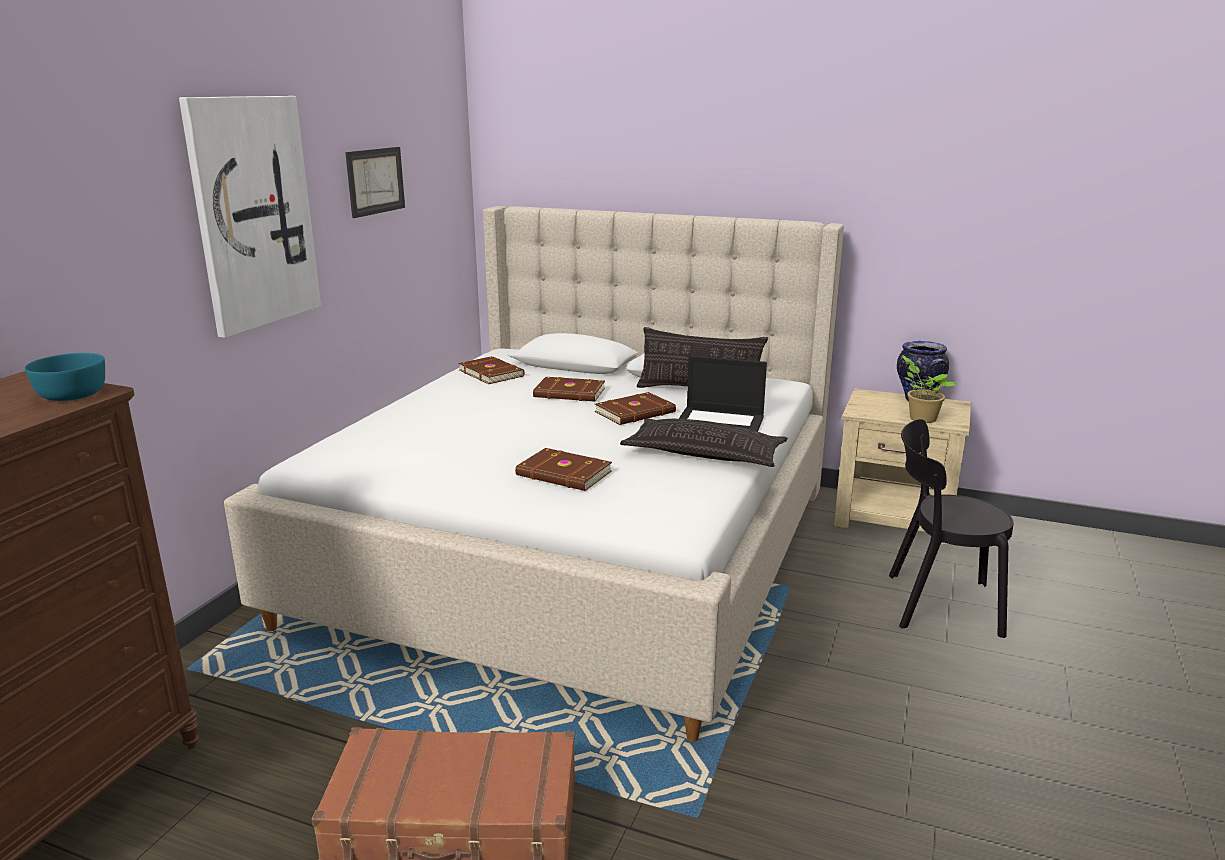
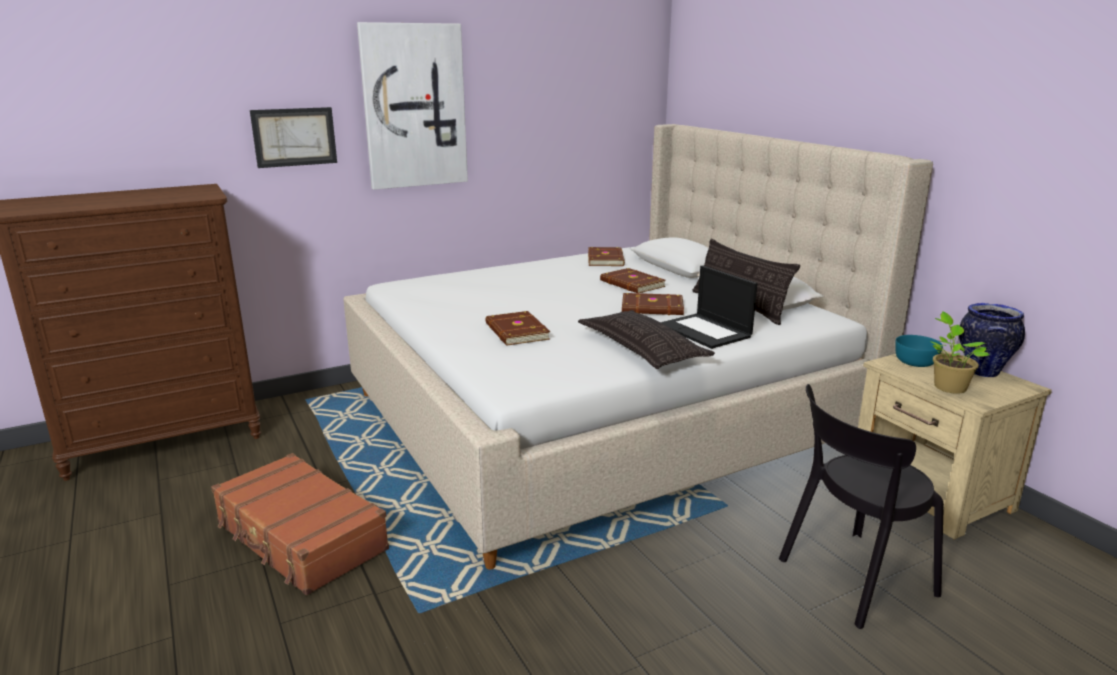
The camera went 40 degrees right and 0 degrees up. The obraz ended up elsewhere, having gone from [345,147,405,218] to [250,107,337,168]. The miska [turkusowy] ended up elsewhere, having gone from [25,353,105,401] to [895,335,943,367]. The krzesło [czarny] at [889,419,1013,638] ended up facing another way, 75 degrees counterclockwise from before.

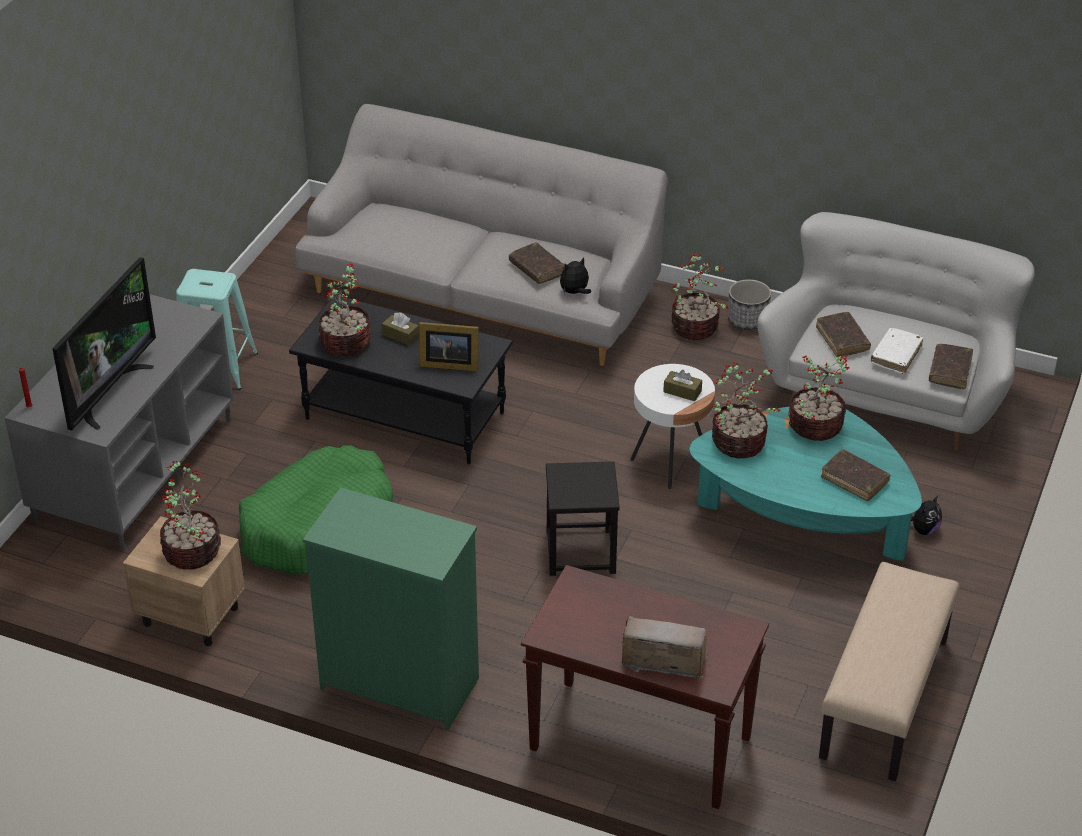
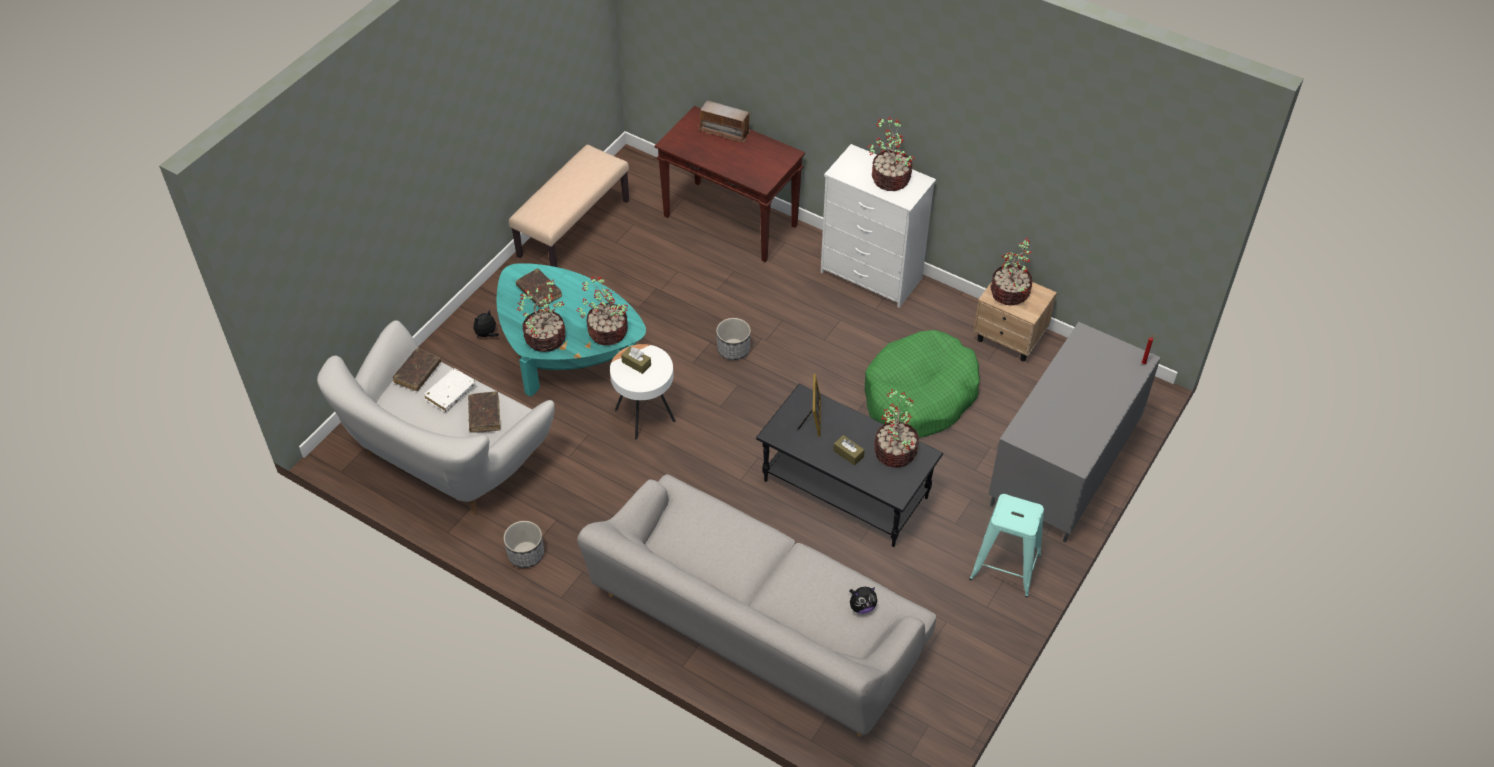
The camera went 170 degrees left and 10 degrees up. The second view lost the książka [brązowy] at [509,242,565,284]. The roślina doniczkowa ended up elsewhere, having gone from [671,253,730,340] to [868,117,915,191]. The second view lost the telewizor at [52,257,156,430]. The pluszak ended up elsewhere, having gone from [560,257,591,294] to [850,587,877,614]. The ramka na zdjęcie at [419,322,479,372] ended up facing another way, 75 degrees clockwise from before. Where the stołek [czarny] stood at [546,461,619,576], the donica came to stand at [716,318,751,360]. What was the komoda [zielony] at [303,487,479,730] turned into the komoda [biały] at [821,144,936,308].

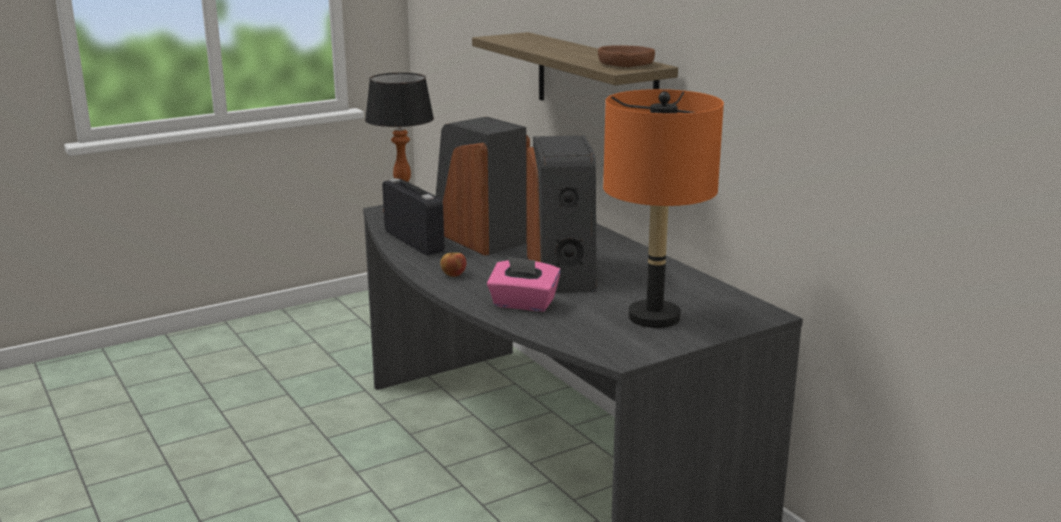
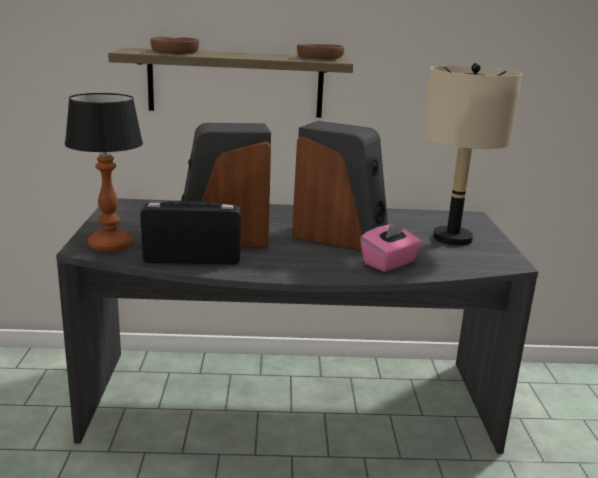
The camera went 60 degrees left and 0 degrees up. What was the lampa stołowa [pomarańczowy] at [603,89,724,328] turned into the lampa stołowa [beżowy] at [423,63,522,246]. The second view lost the jabłko at [440,252,466,277]. The second view gained the miska [brązowy] at [150,37,199,54].

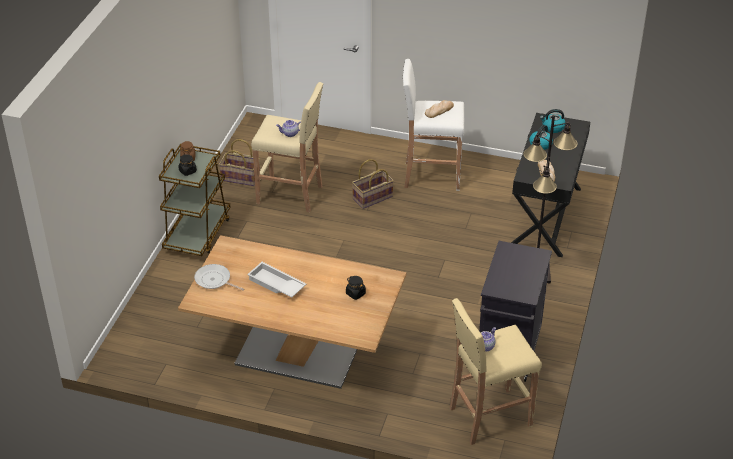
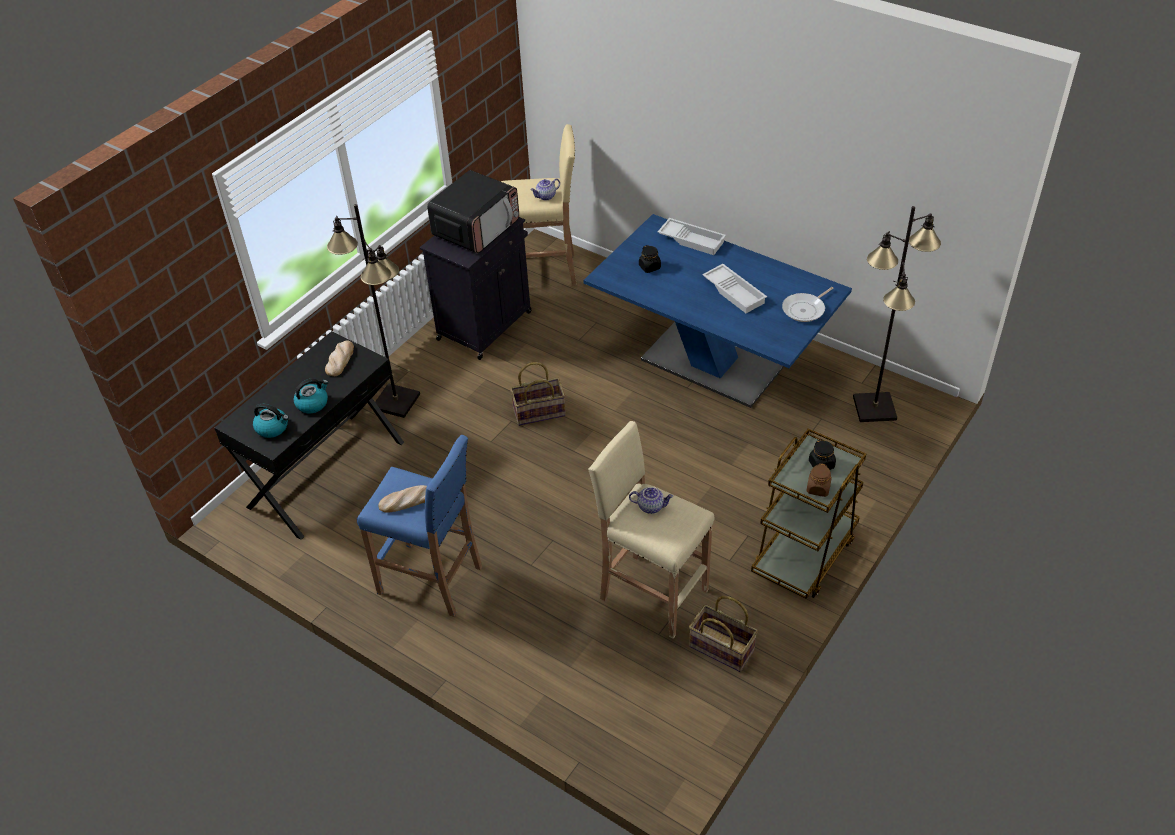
The camera went 160 degrees left and 5 degrees up. What was the stołek [biały] at [403,59,464,191] turned into the stołek [niebieski] at [357,435,482,617]. The koszyk ended up elsewhere, having gone from [352,159,394,209] to [510,362,566,426]. What was the stół jadalny [brązowy] at [178,235,407,389] turned into the stół jadalny [niebieski] at [583,214,852,408]. The patelnia at [194,264,244,291] ended up facing another way, 90 degrees clockwise from before. The second view gained the mikrofalówka at [427,170,519,253]. The second view gained the lampa stojąca [czarny] at [853,206,941,422]. The second view gained the taca [biały] at [658,218,726,255].

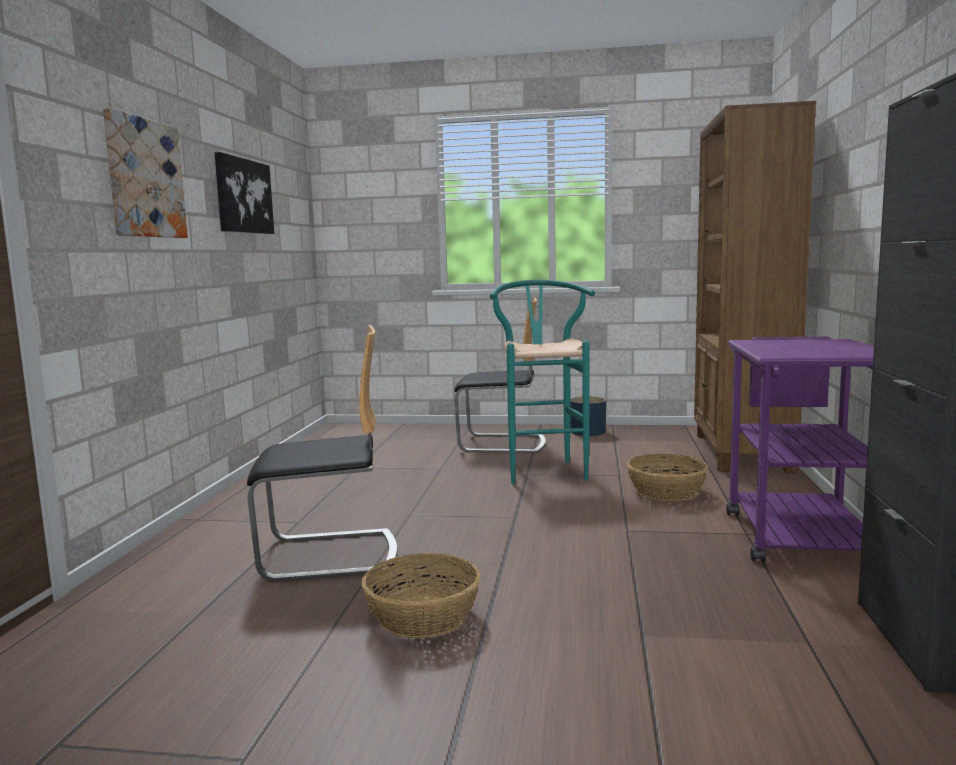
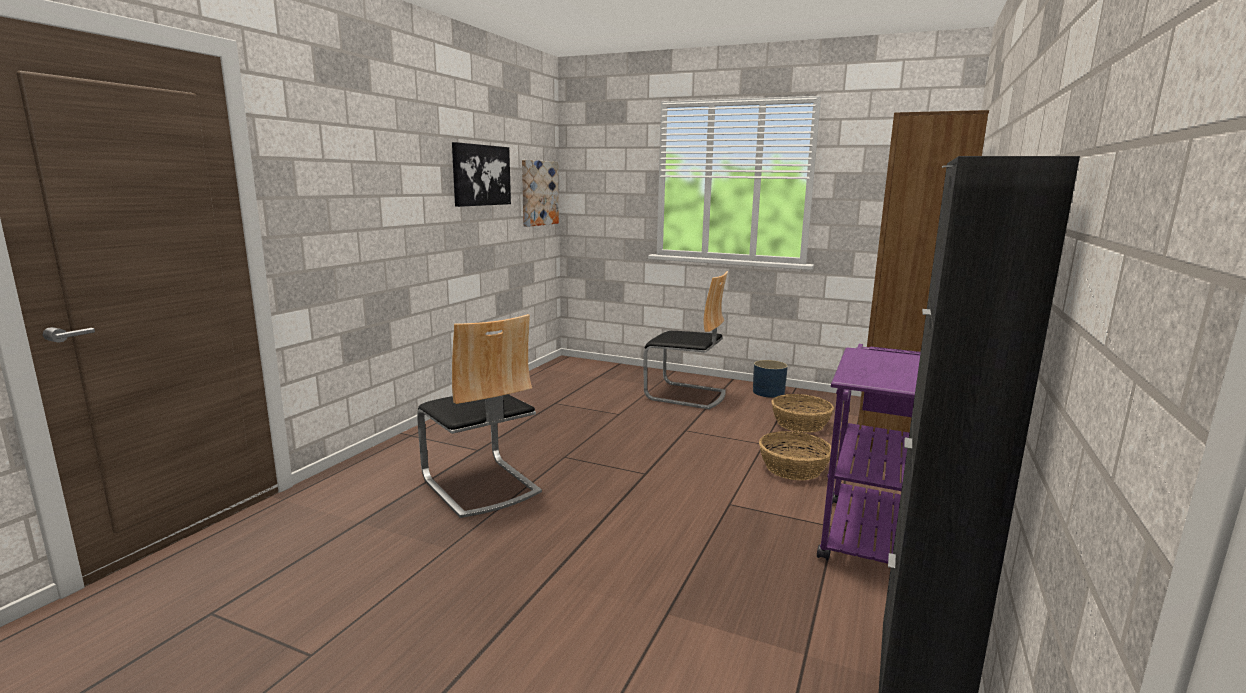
The camera went 15 degrees right and 5 degrees up. The obraz ended up elsewhere, having gone from [103,108,188,238] to [522,160,559,227]. The second view lost the stołek [turkusowy] at [490,280,595,484]. The krzesło at [247,325,397,582] ended up facing another way, 45 degrees clockwise from before. The koszyk ended up elsewhere, having gone from [361,553,481,638] to [771,394,834,433].

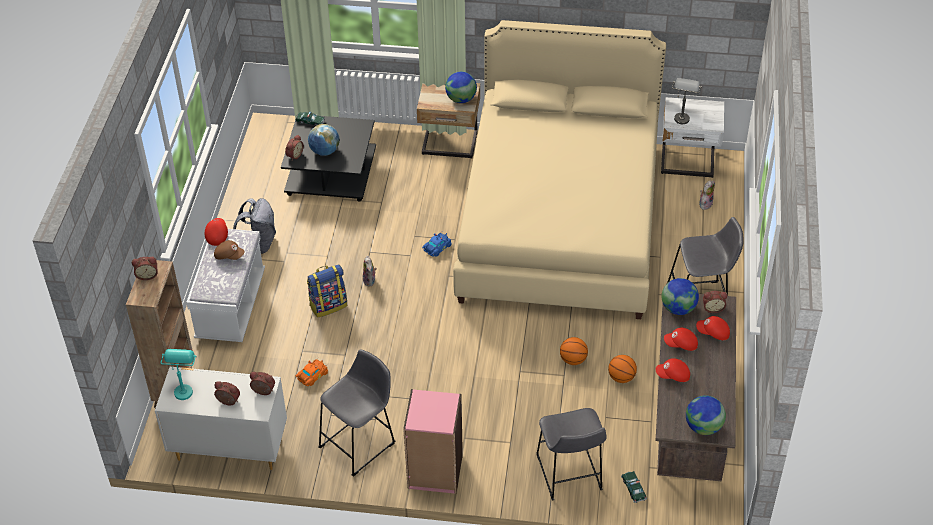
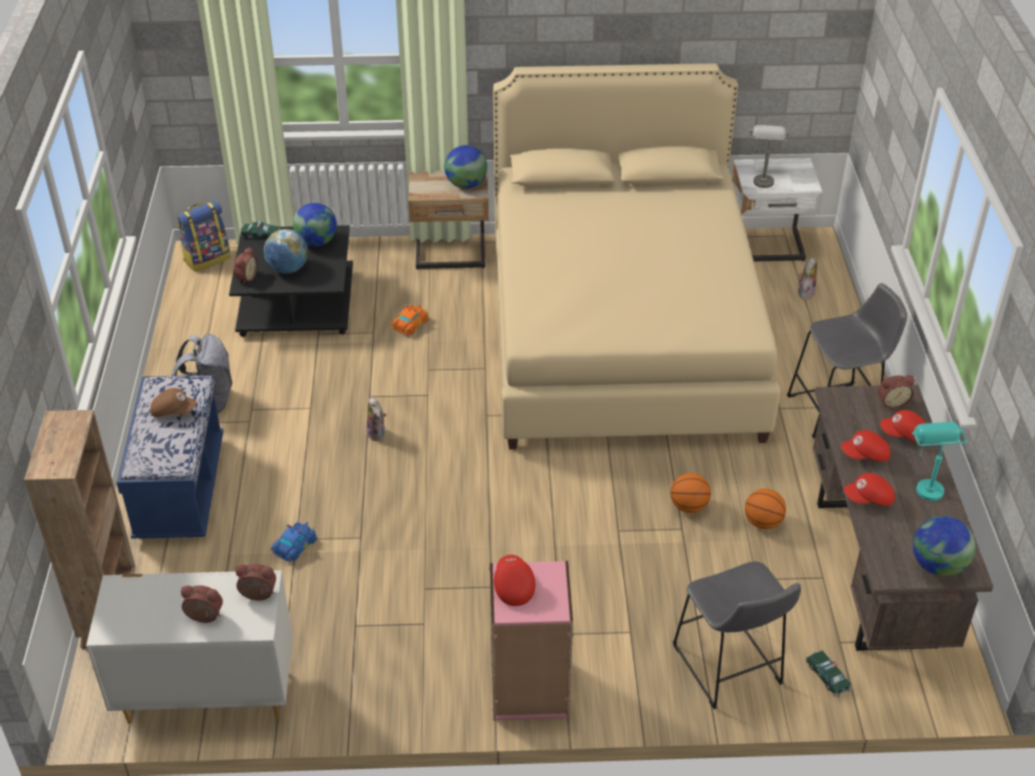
The camera went 10 degrees left and 5 degrees down. The czapka z daszkiem [czerwony] ended up elsewhere, having gone from [205,218,228,246] to [494,555,536,606]. What was the ławka [biały] at [186,229,265,342] turned into the ławka [niebieski] at [116,375,224,539]. The samochodzik [niebieski] ended up elsewhere, having gone from [422,231,451,257] to [270,519,317,562]. The second view lost the budzik at [132,257,157,280]. The plecak ended up elsewhere, having gone from [307,264,347,318] to [177,201,231,272]. The globus ended up elsewhere, having gone from [662,278,699,315] to [293,203,337,247]. The lampa stołowa [turkusowy] ended up elsewhere, having gone from [160,349,197,400] to [912,422,967,501]. The second view lost the stołek [szary] at [318,350,395,477]. The samochodzik [pomarańczowy] ended up elsewhere, having gone from [296,358,328,386] to [391,304,428,335].

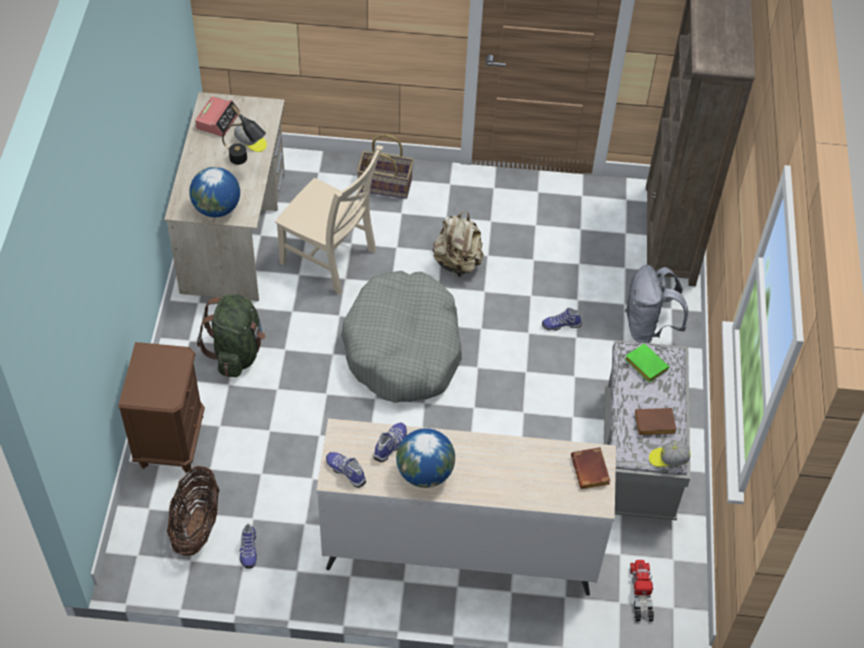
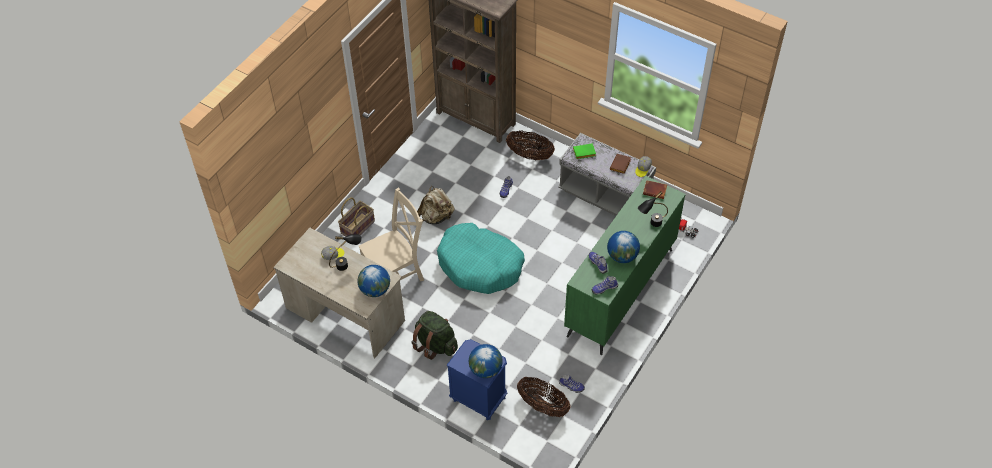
The camera went 60 degrees left and 0 degrees up. The second view lost the budzik at [195,96,240,136]. Where the plecak [szary] stood at [625,265,688,343], the koszyk came to stand at [506,131,555,160]. What was the legowisko [szary] at [342,271,462,403] turned into the legowisko [turkusowy] at [437,223,525,294]. What was the szafka nocna [brązowy] at [118,342,205,473] turned into the szafka nocna [niebieski] at [446,339,507,420]. What was the komoda [beżowy] at [316,418,616,596] turned into the komoda [zielony] at [564,175,686,355]. The second view gained the lampa stołowa [czarny] at [638,191,668,227]. The second view gained the globus at [469,344,503,378].

